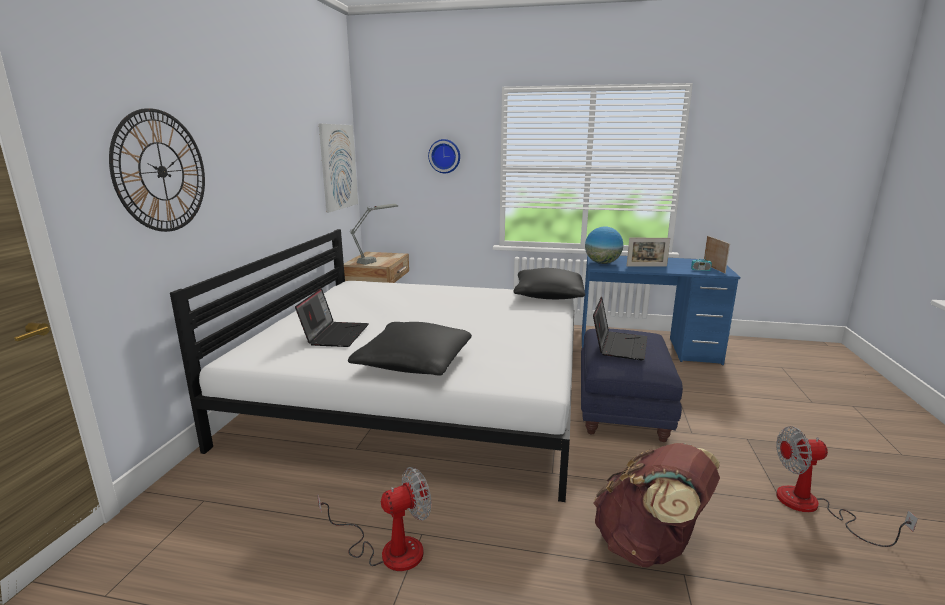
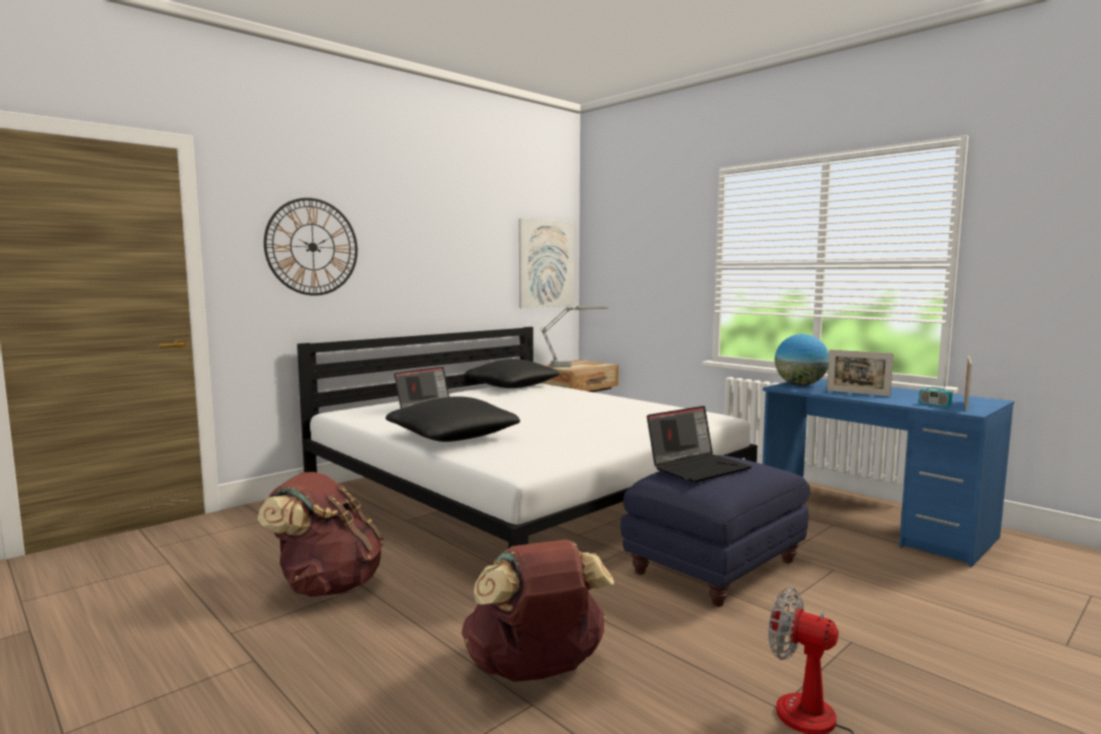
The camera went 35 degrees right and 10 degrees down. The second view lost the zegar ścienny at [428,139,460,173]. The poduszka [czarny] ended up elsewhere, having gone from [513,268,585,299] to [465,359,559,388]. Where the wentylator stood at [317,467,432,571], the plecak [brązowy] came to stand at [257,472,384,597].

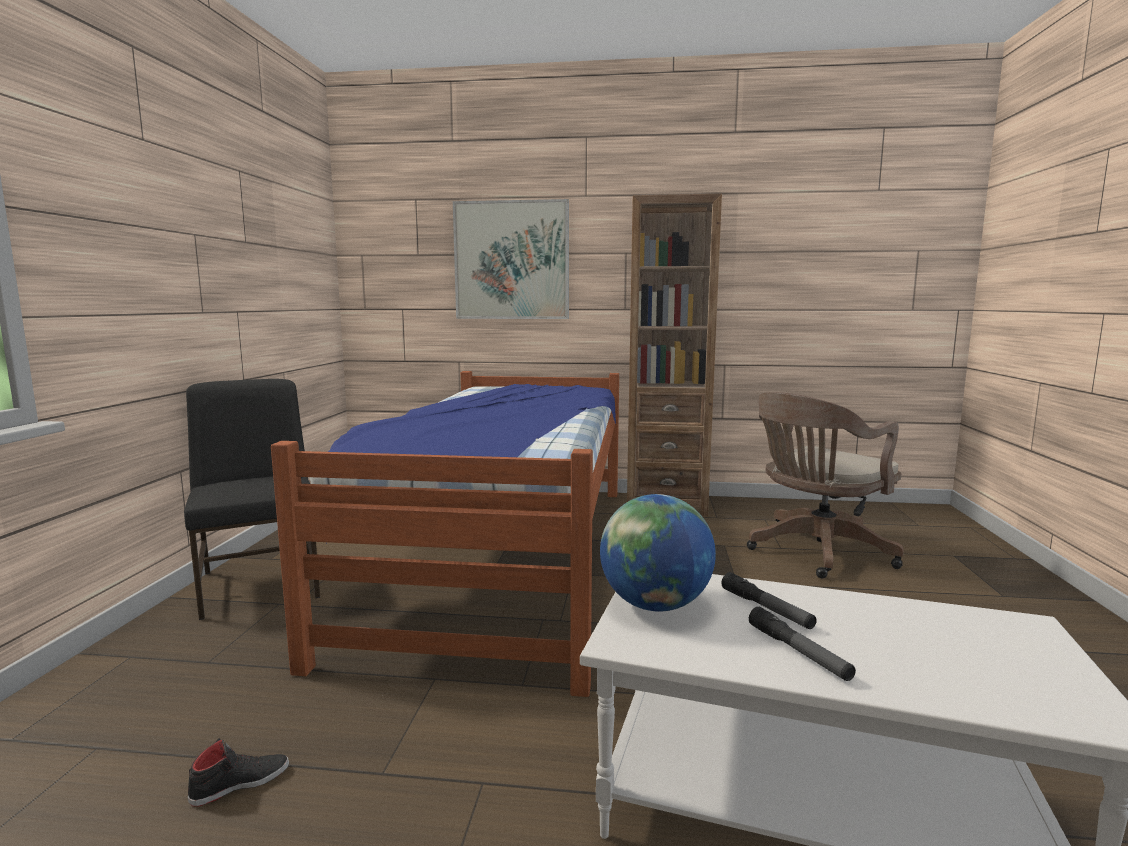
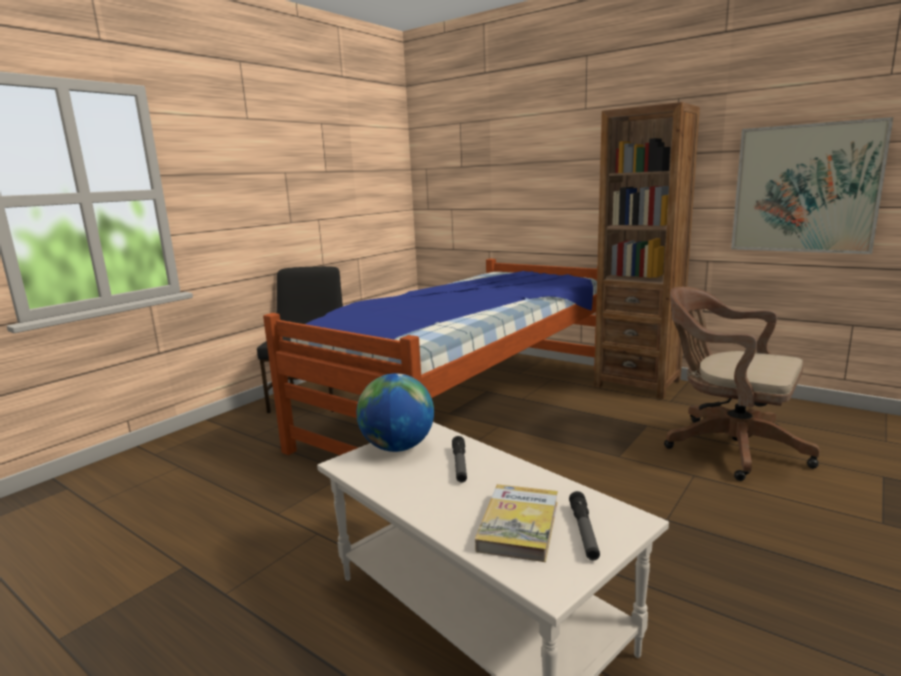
The camera went 30 degrees right and 5 degrees up. The obraz ended up elsewhere, having gone from [453,199,569,319] to [731,117,893,254]. The krzesło biurowe [brązowy] at [747,392,904,578] ended up facing another way, 45 degrees clockwise from before. The latarka ended up elsewhere, having gone from [749,607,856,681] to [569,491,600,560]. The second view lost the but [czarny] at [188,738,289,807]. The second view gained the książka at [475,484,558,562].

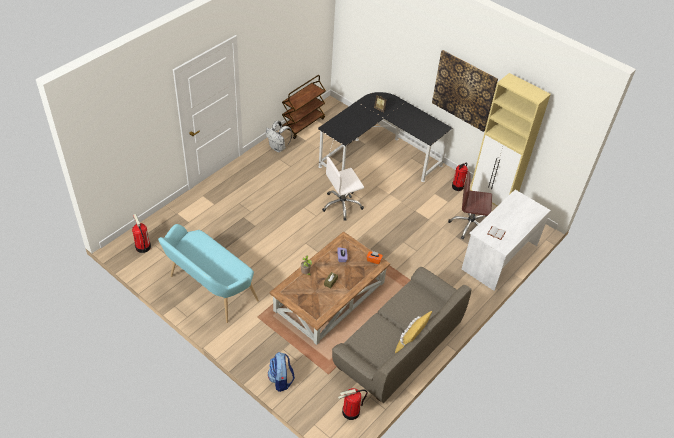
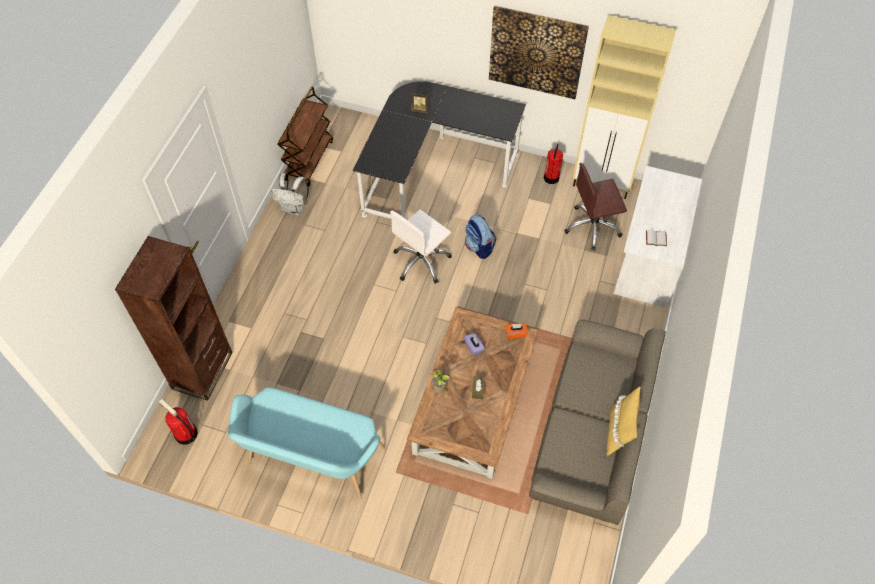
The camera went 20 degrees left and 10 degrees up. The plecak ended up elsewhere, having gone from [268,352,295,392] to [465,215,496,259]. The second view lost the gaśnica at [338,388,368,420]. The second view gained the regał [brązowy] at [115,236,233,401].

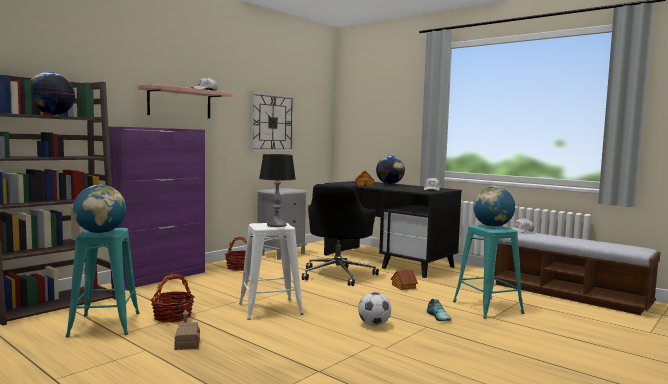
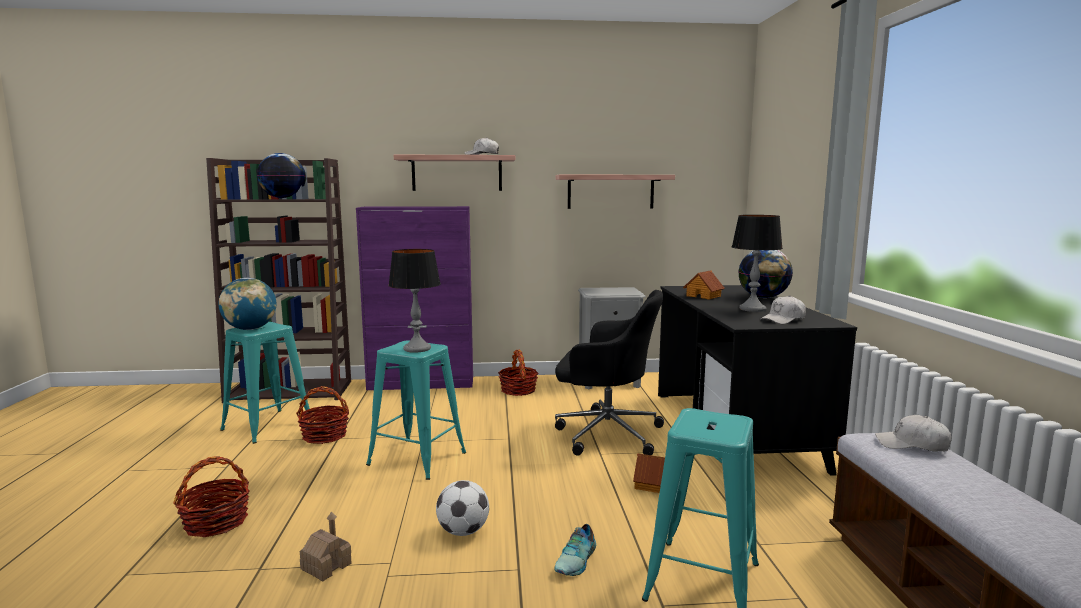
The camera went 45 degrees right and 5 degrees up. Where the zegar ścienny hung at [250,92,295,151], the półka came to hang at [556,175,675,209]. The krzesło biurowe [czarny] at [302,184,379,286] ended up facing another way, 135 degrees counterclockwise from before. The second view lost the globus at [473,186,515,227]. What was the stołek [biały] at [239,223,304,320] turned into the stołek [turkusowy] at [366,340,466,480]. The domek ended up elsewhere, having gone from [174,309,200,350] to [300,512,352,582]. The second view gained the lampa stołowa at [732,215,783,312]. The second view gained the koszyk at [173,456,250,537].

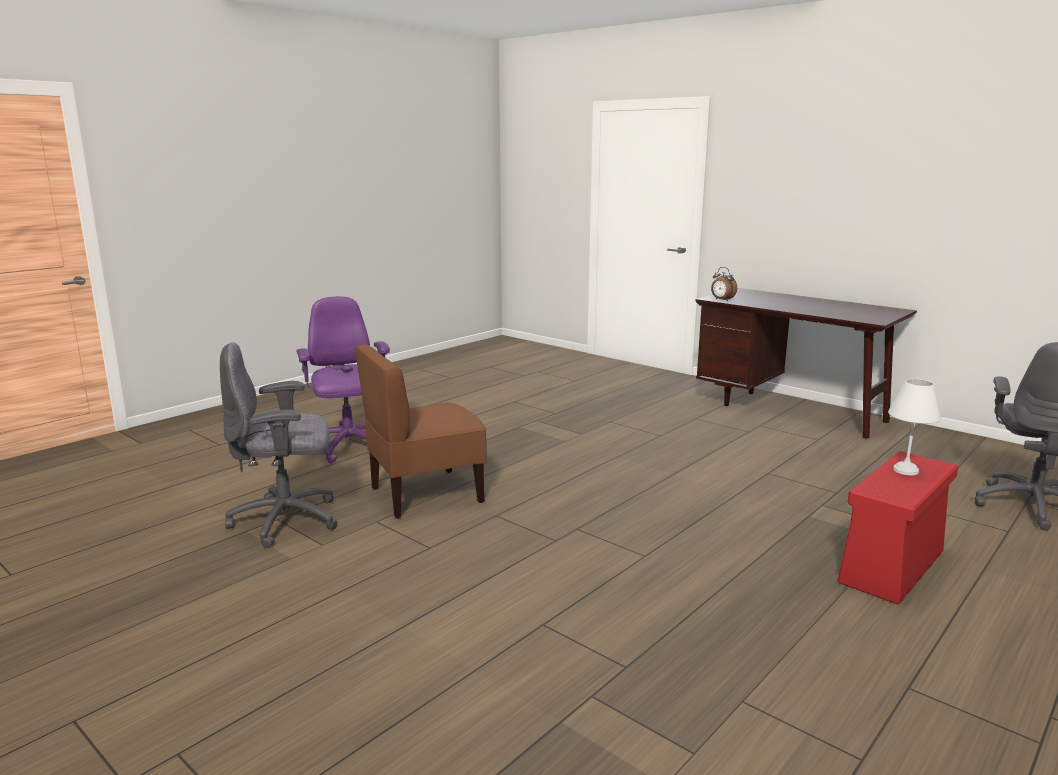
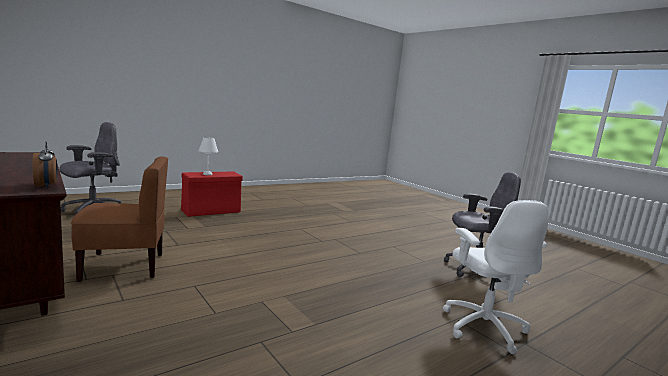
The camera went 170 degrees left and 5 degrees down. What was the krzesło biurowe [fioletowy] at [296,296,390,464] turned into the krzesło biurowe [biały] at [443,200,549,354]. The krzesło [brązowy] ended up elsewhere, having gone from [355,344,487,518] to [71,156,168,282].

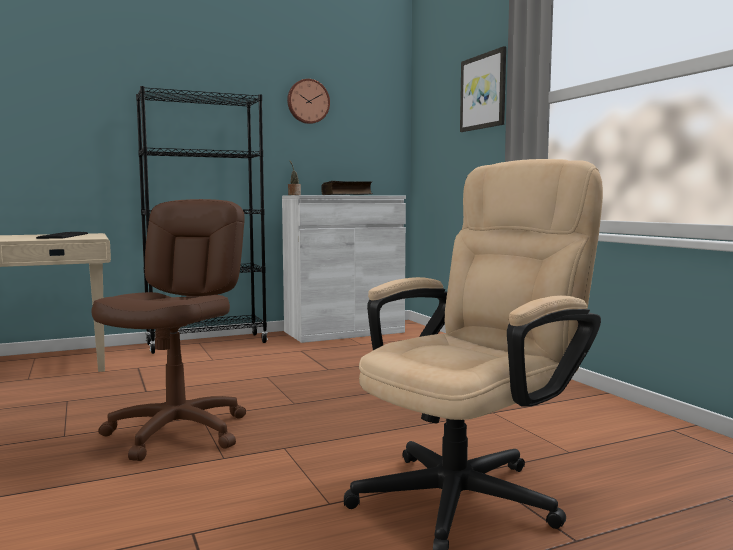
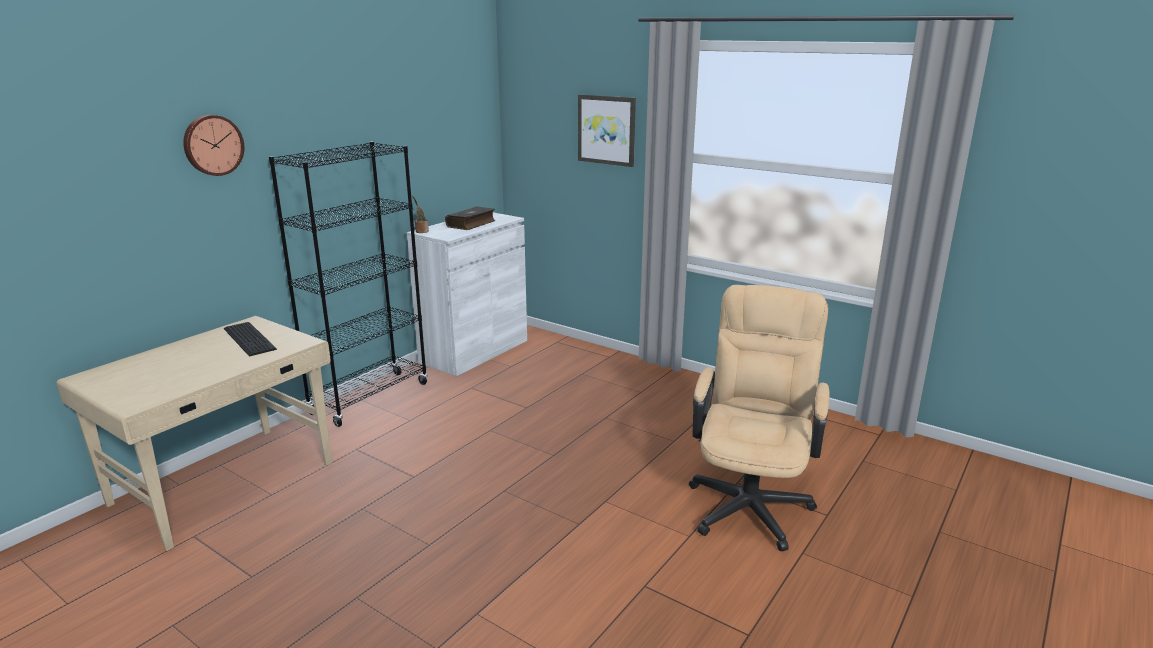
The camera went 30 degrees left and 15 degrees up. The zegar ścienny ended up elsewhere, having gone from [287,79,330,124] to [183,115,244,176]. The second view lost the krzesło biurowe [brązowy] at [92,199,246,461].

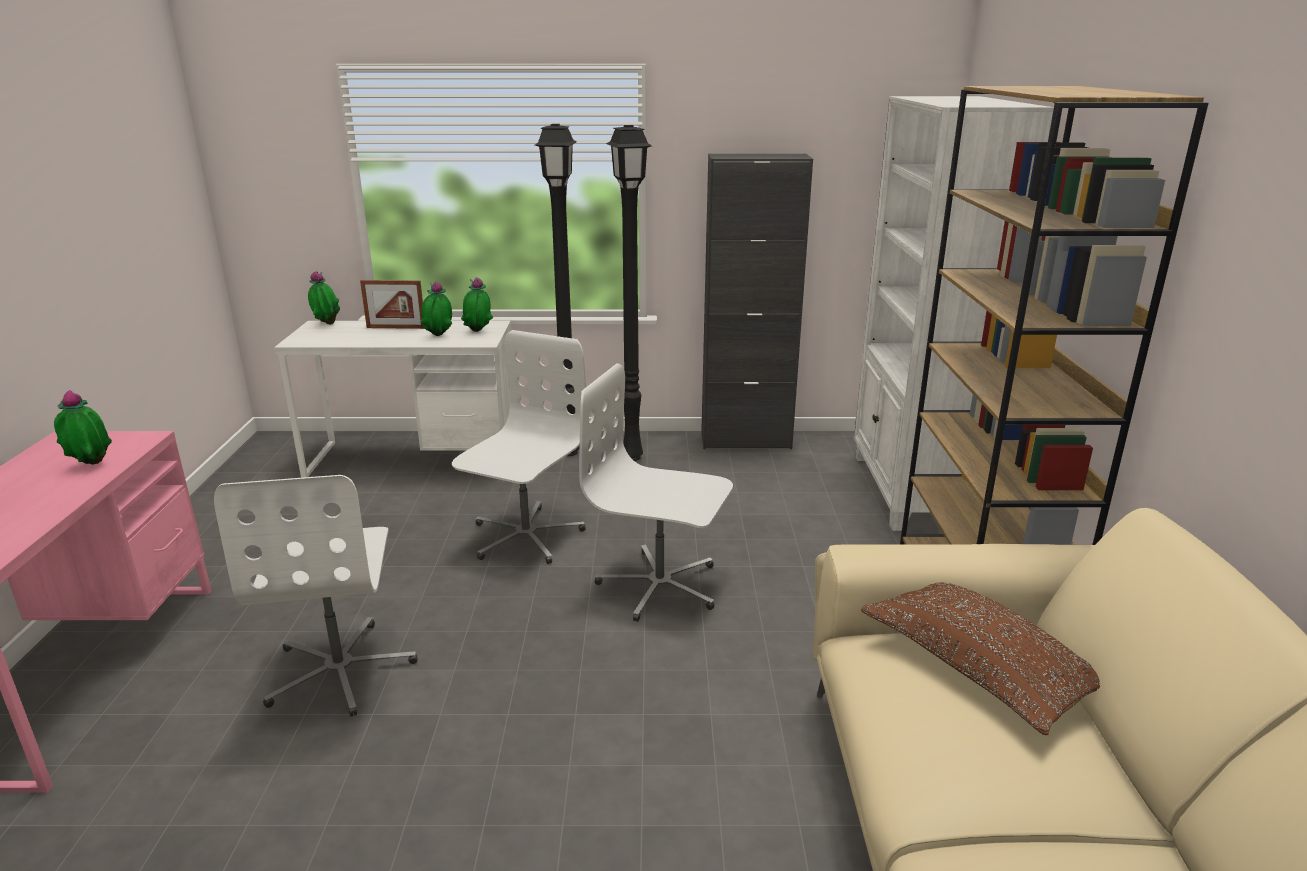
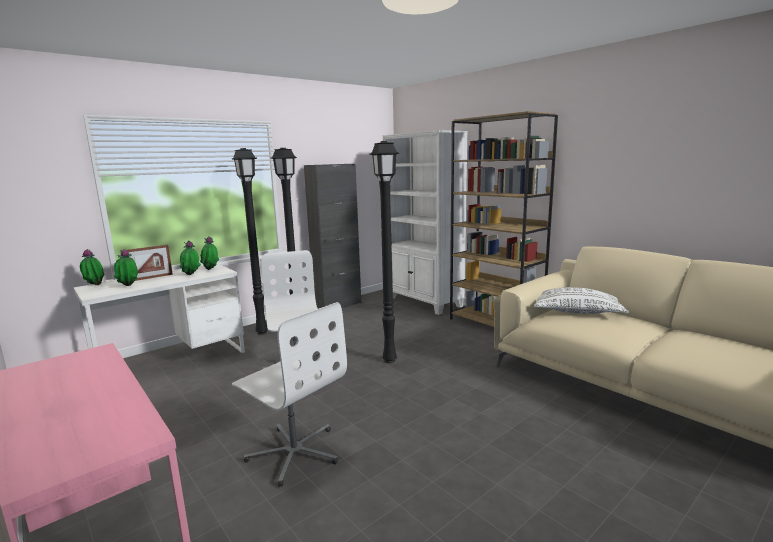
The camera went 40 degrees left and 10 degrees down. Where the krzesło biurowe [biały] stood at [579,363,733,622], the lampa stojąca [czarny] came to stand at [370,141,399,363]. The roślina doniczkowa ended up elsewhere, having gone from [54,390,112,465] to [114,249,138,286]. What was the poduszka [brązowy] at [861,583,1100,735] turned into the poduszka [biały] at [534,287,628,314].

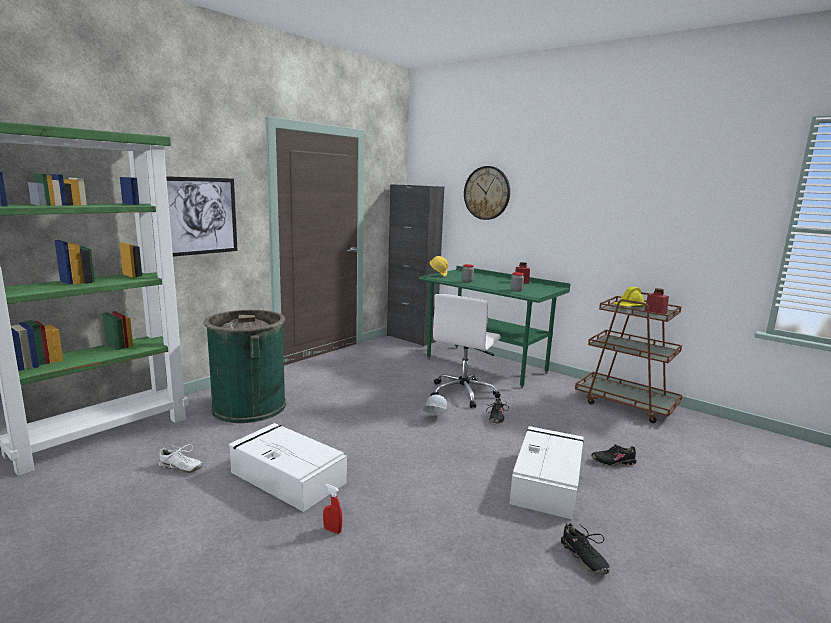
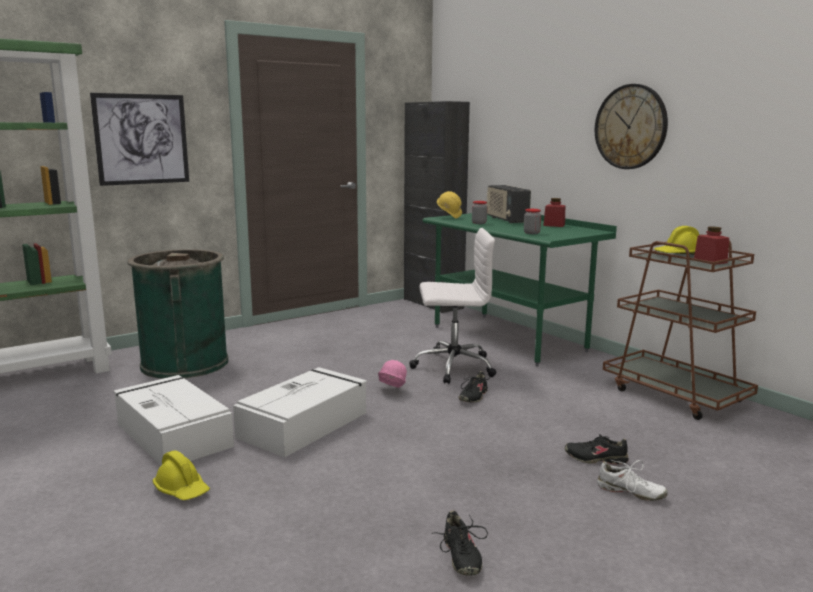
The camera went 15 degrees right and 0 degrees up. The zegar ścienny ended up elsewhere, having gone from [464,166,510,220] to [595,84,668,169]. The krzesło biurowe [biały] at [431,294,501,408] ended up facing another way, 135 degrees counterclockwise from before. What was the kask [biały] at [423,394,447,415] turned into the kask [różowy] at [378,360,407,388]. The pojemnik do przechowywania [biały] ended up elsewhere, having gone from [510,426,584,520] to [233,367,367,457]. The but [biały] ended up elsewhere, having gone from [159,444,202,473] to [597,460,668,501]. Where the spryskiwacz [czerwony] stood at [323,484,343,534], the kask [żółty] came to stand at [152,451,210,500]. The second view gained the radio at [487,185,531,223].

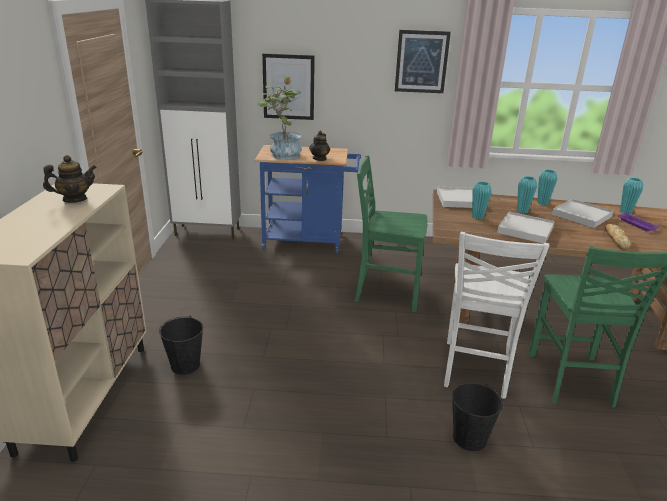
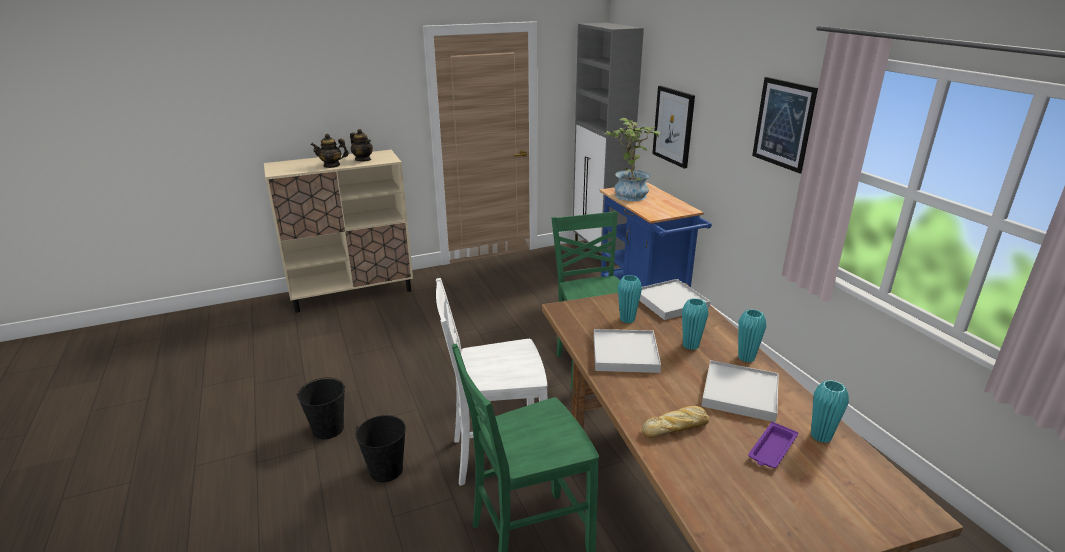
The camera went 65 degrees right and 0 degrees up. The imbryk ended up elsewhere, having gone from [309,131,330,161] to [311,134,349,168]. The wiadro [czarny] ended up elsewhere, having gone from [159,315,203,375] to [297,377,345,439].

